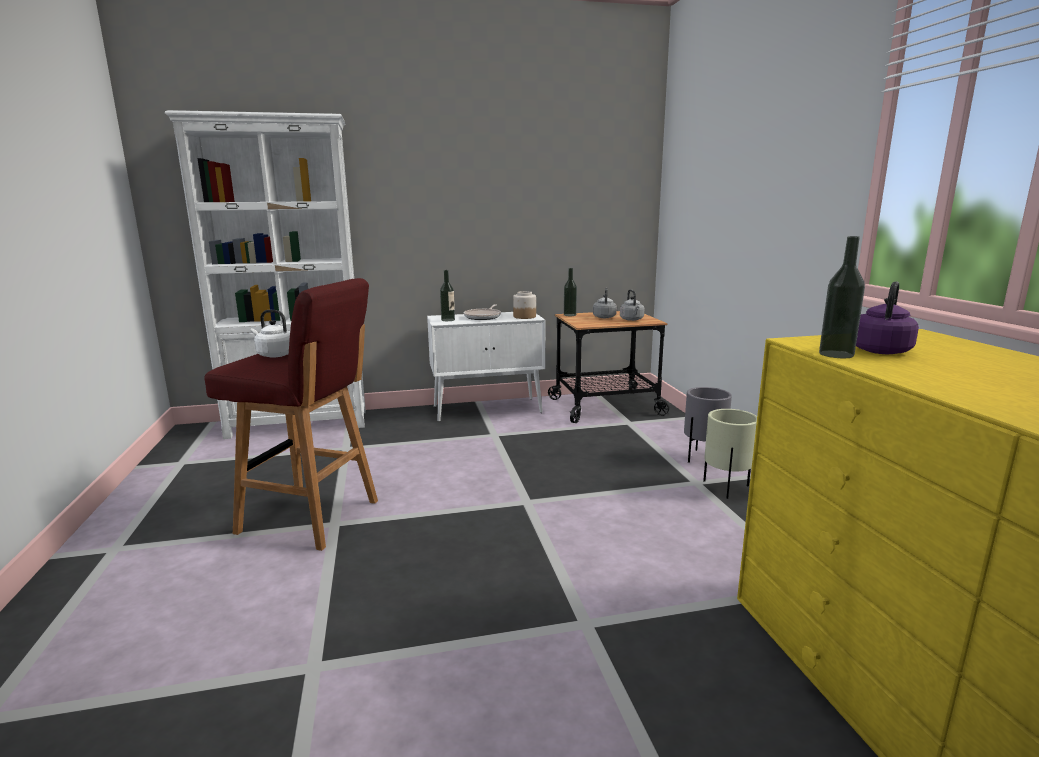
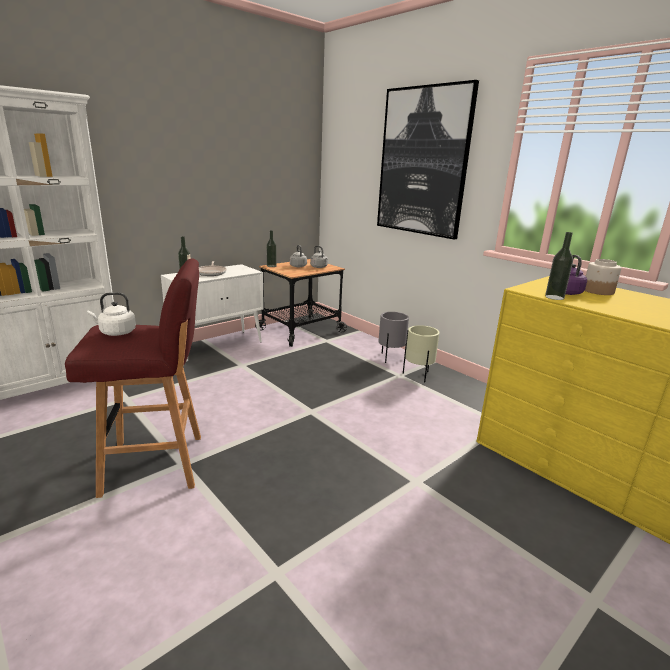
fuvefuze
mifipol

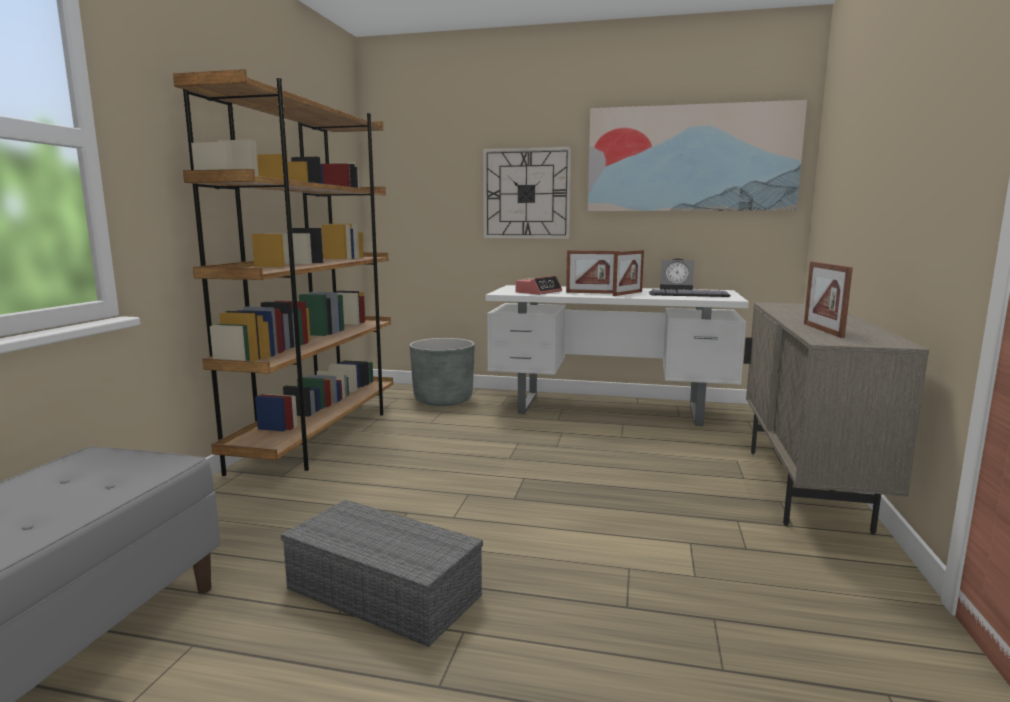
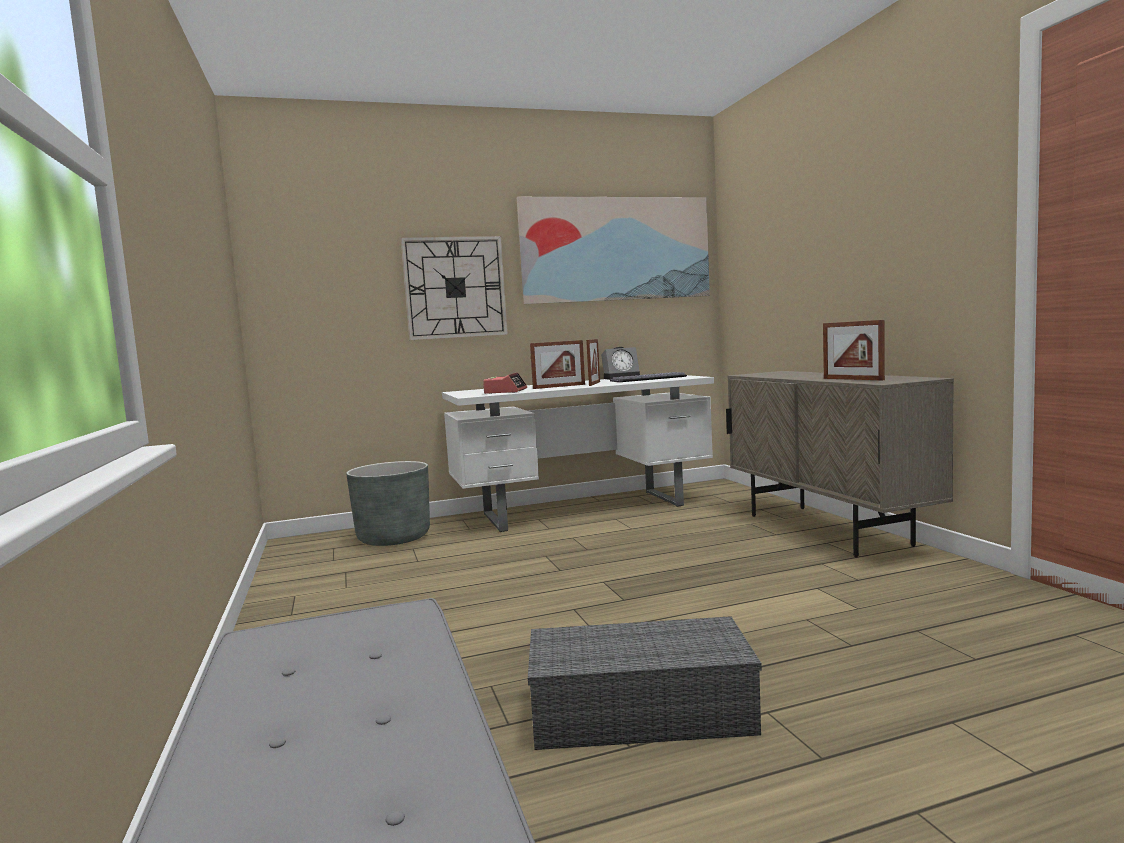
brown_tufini

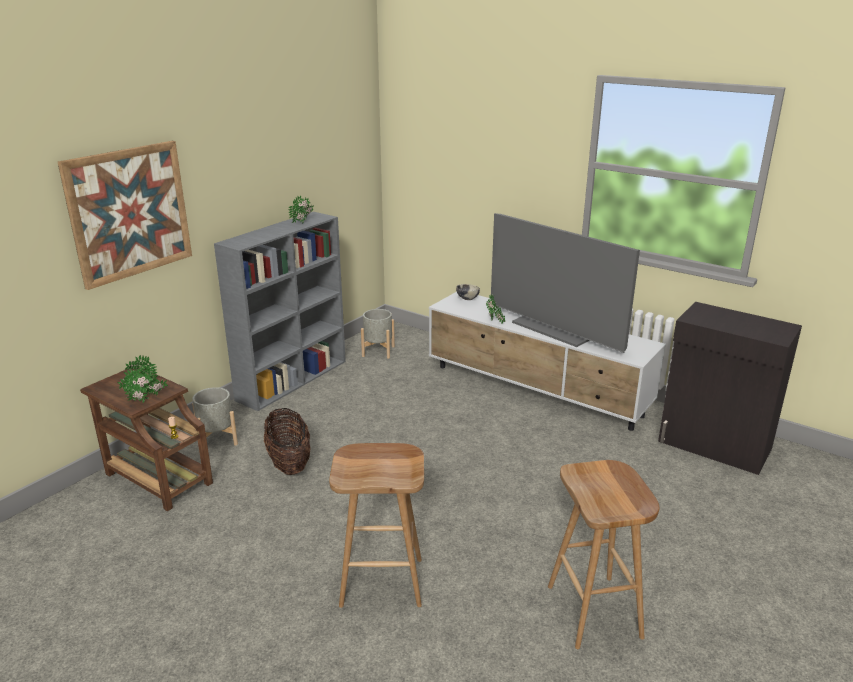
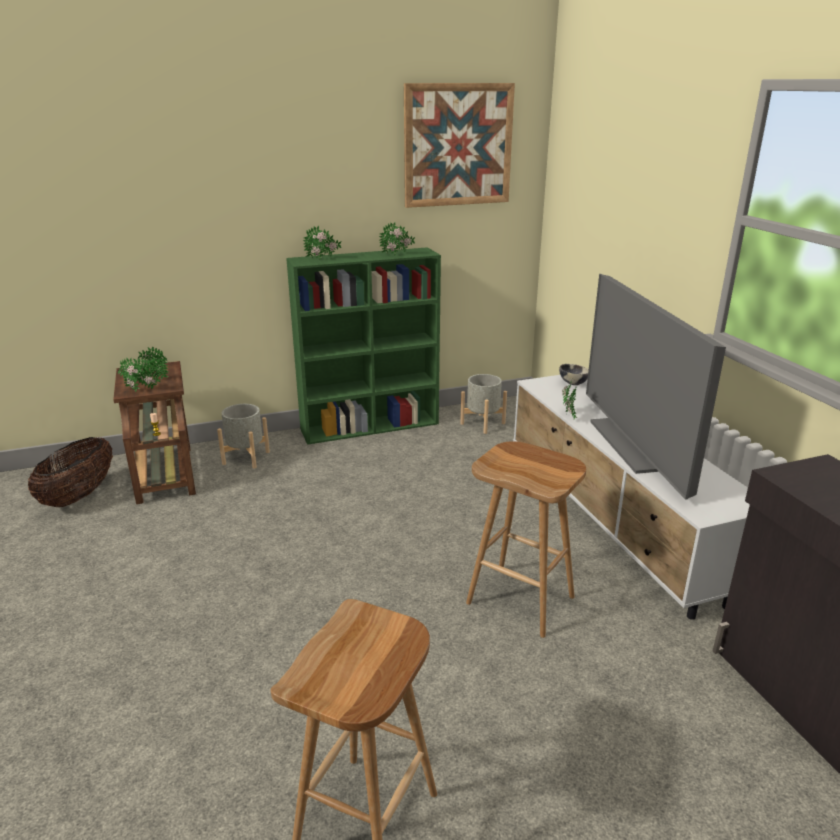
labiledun
green_tufini
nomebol (3rd from left)
fuvefuze
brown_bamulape (2nd from left)

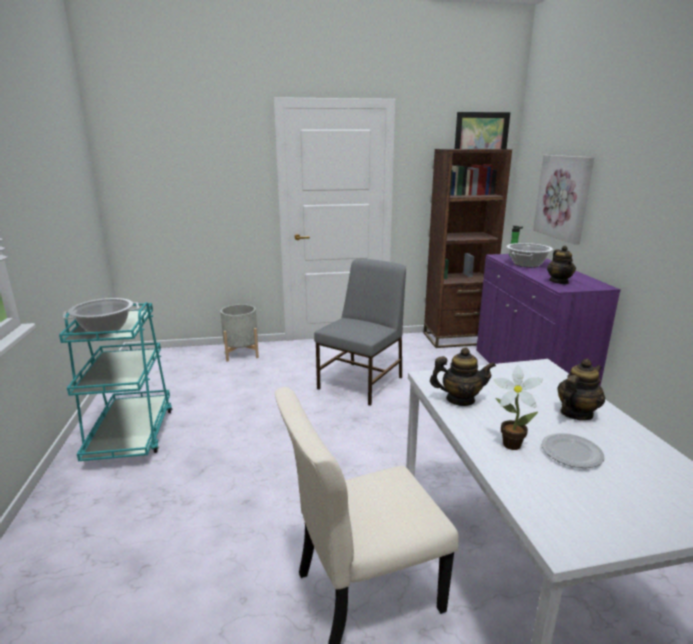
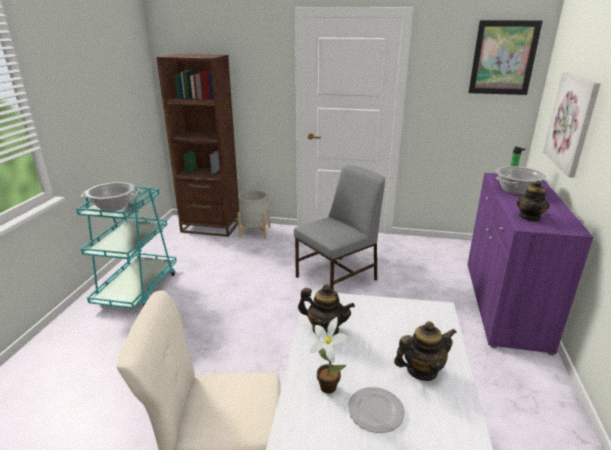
brown_tufini

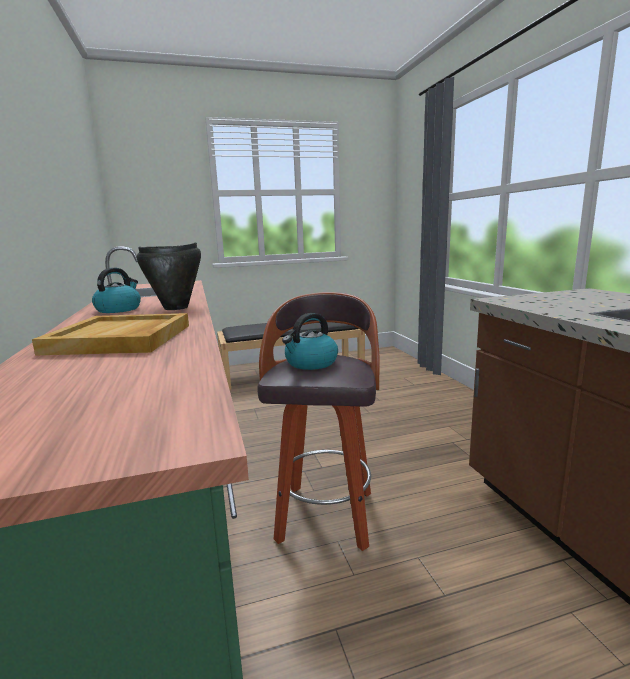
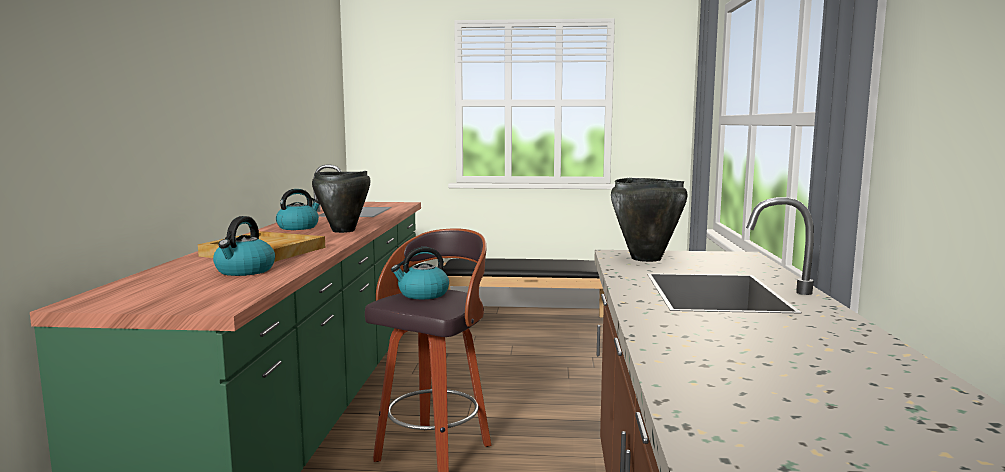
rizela (1st from left)
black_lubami (2nd from left)

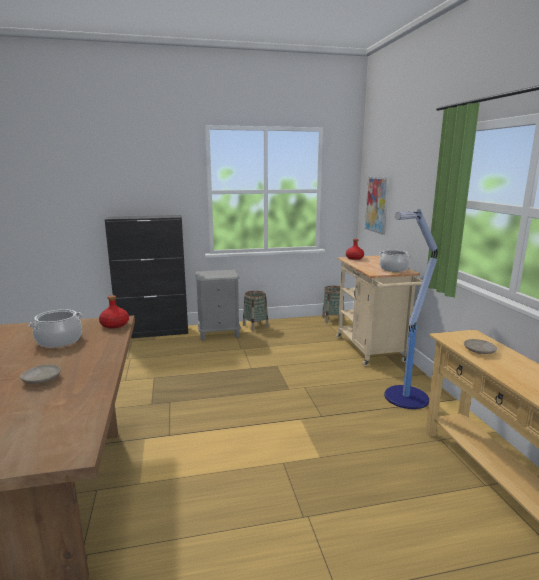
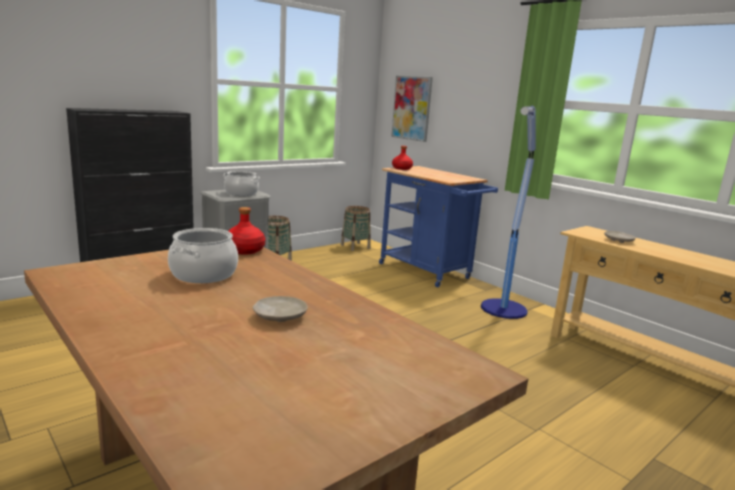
lubami (2nd from left)
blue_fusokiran

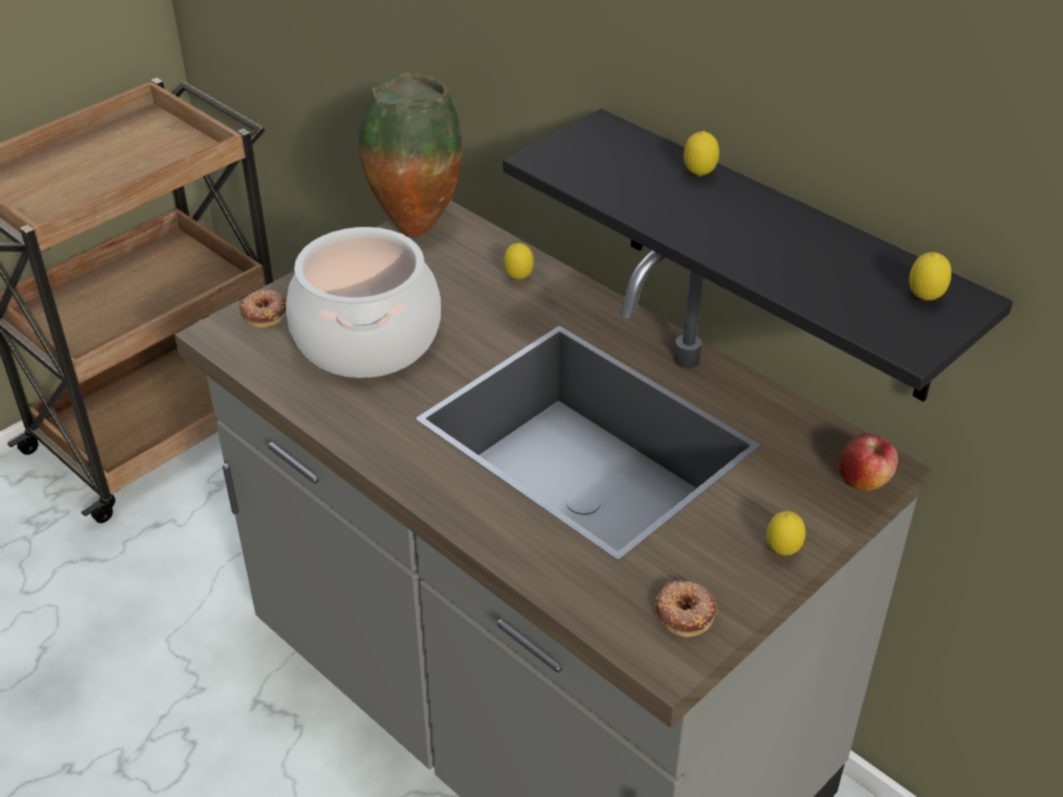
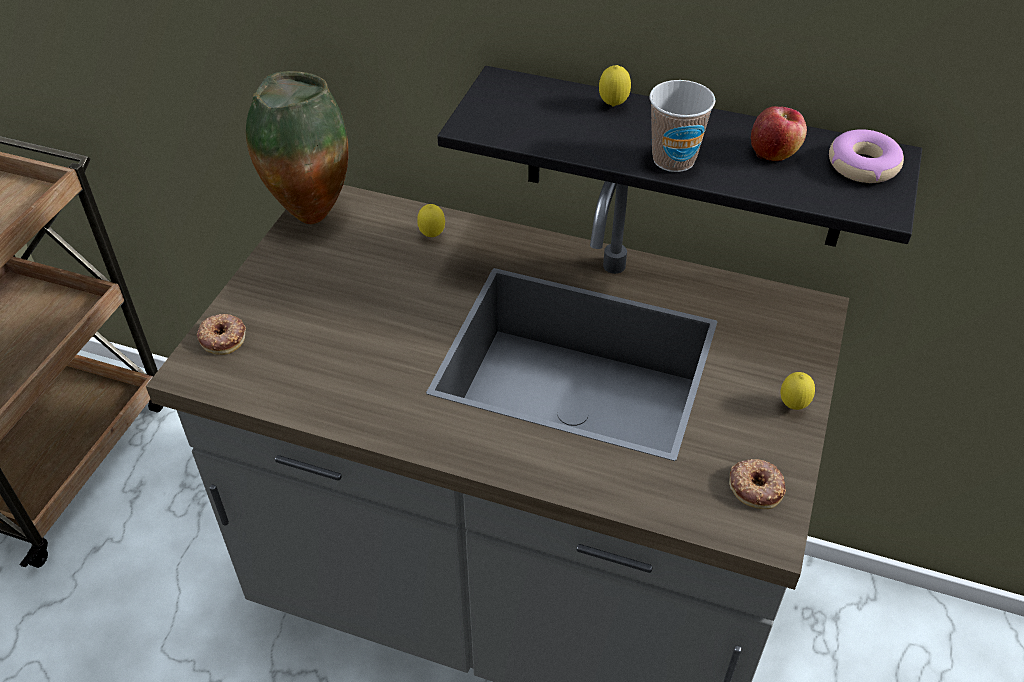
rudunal
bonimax
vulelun (3rd from left)
lubami

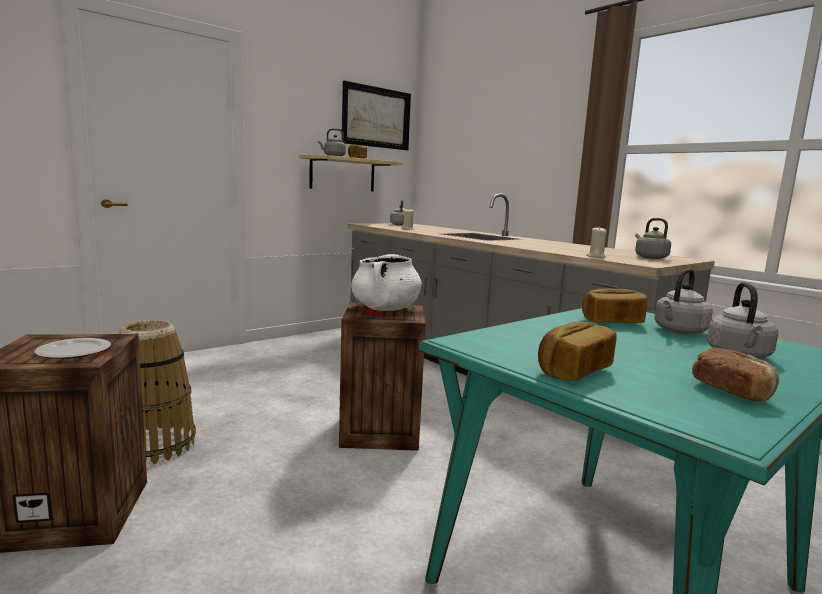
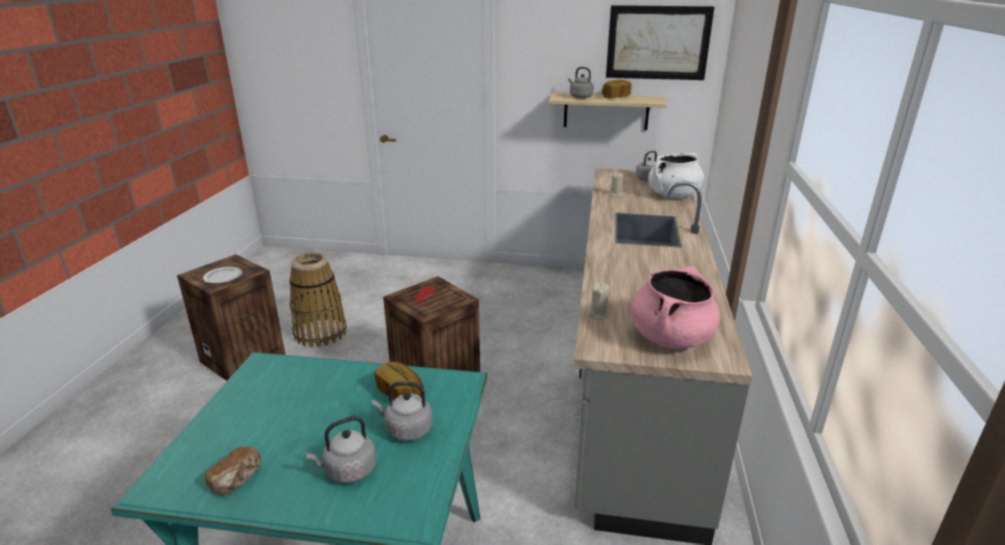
pink_lubami
white_lubami
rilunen (2nd from left in the first image)

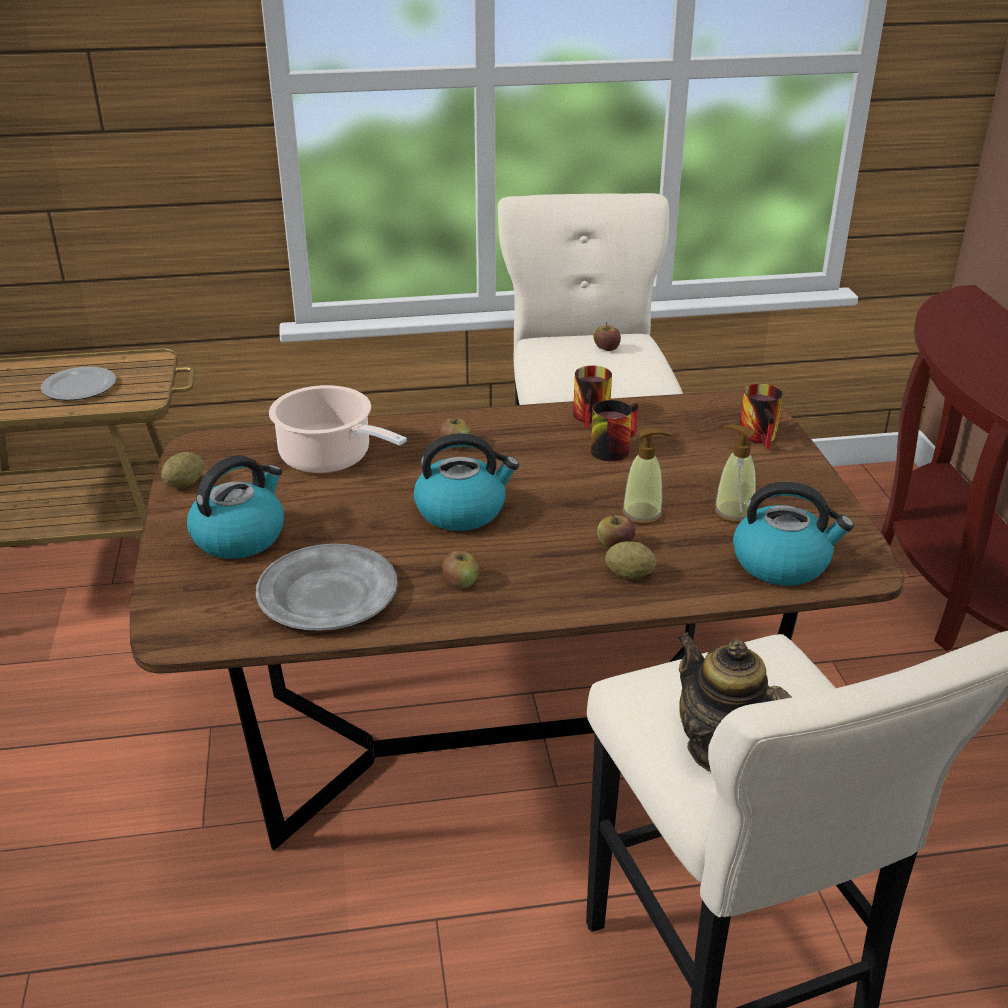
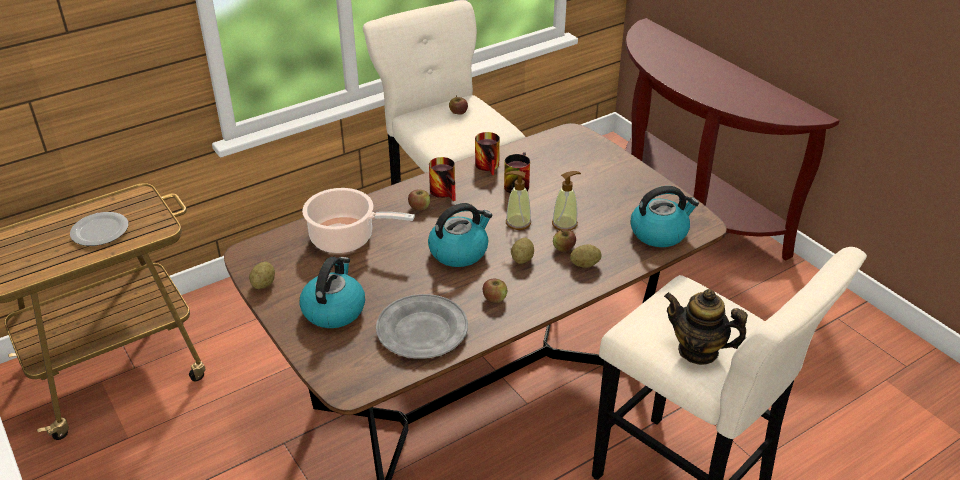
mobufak (1st from left)
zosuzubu (1st from left)
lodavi (2nd from left)

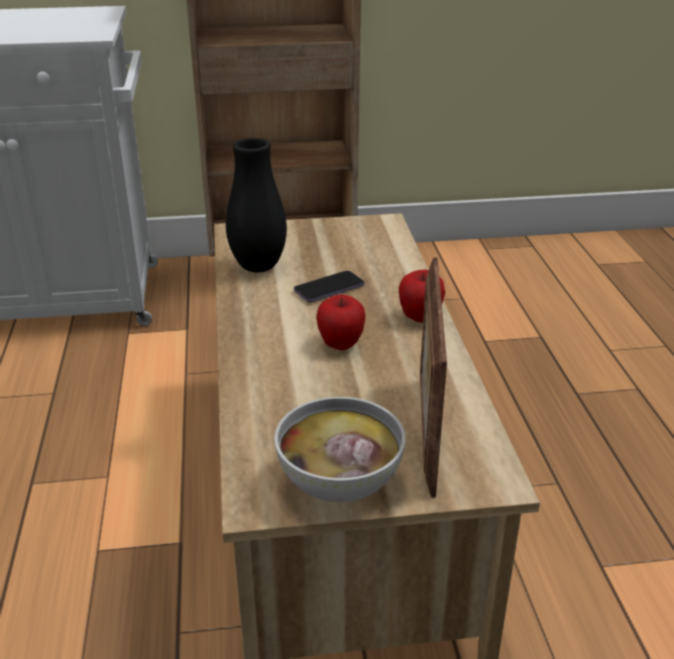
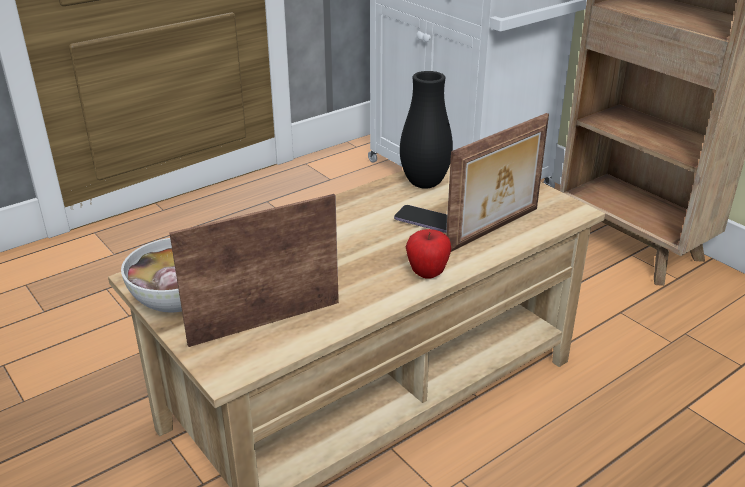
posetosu (2nd from left)
bonimax (1st from left in the first image)

